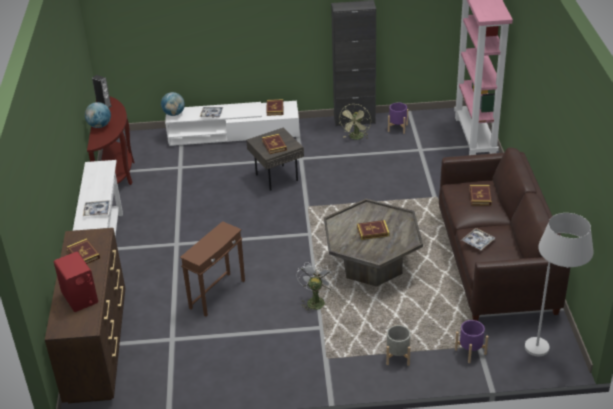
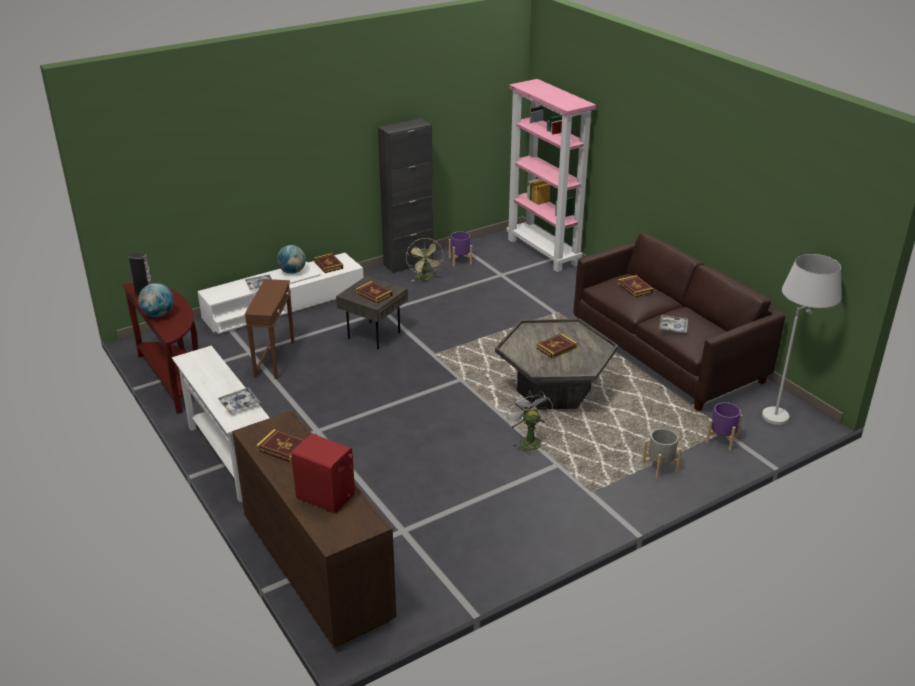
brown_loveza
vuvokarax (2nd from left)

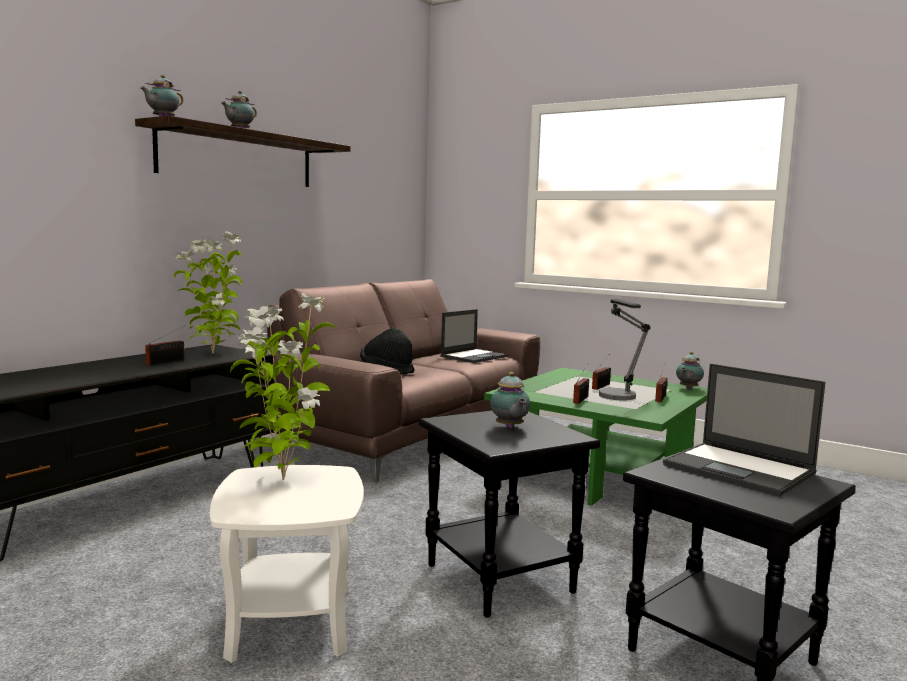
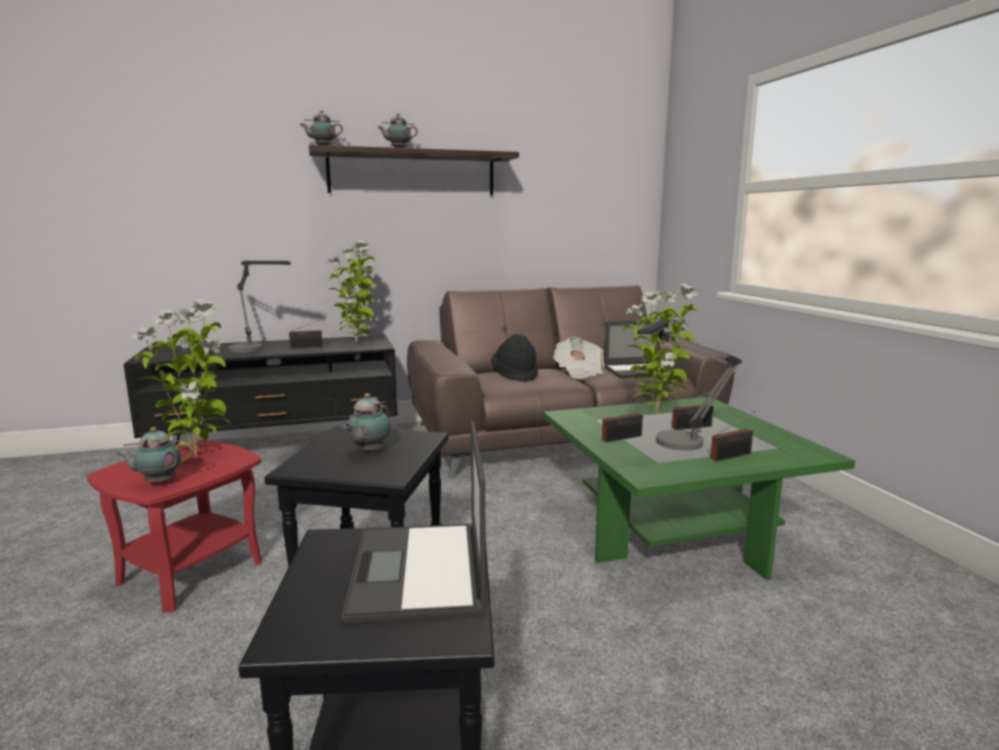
red_loveza
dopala (1st from left)
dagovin (1st from left)
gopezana
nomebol (3rd from left)

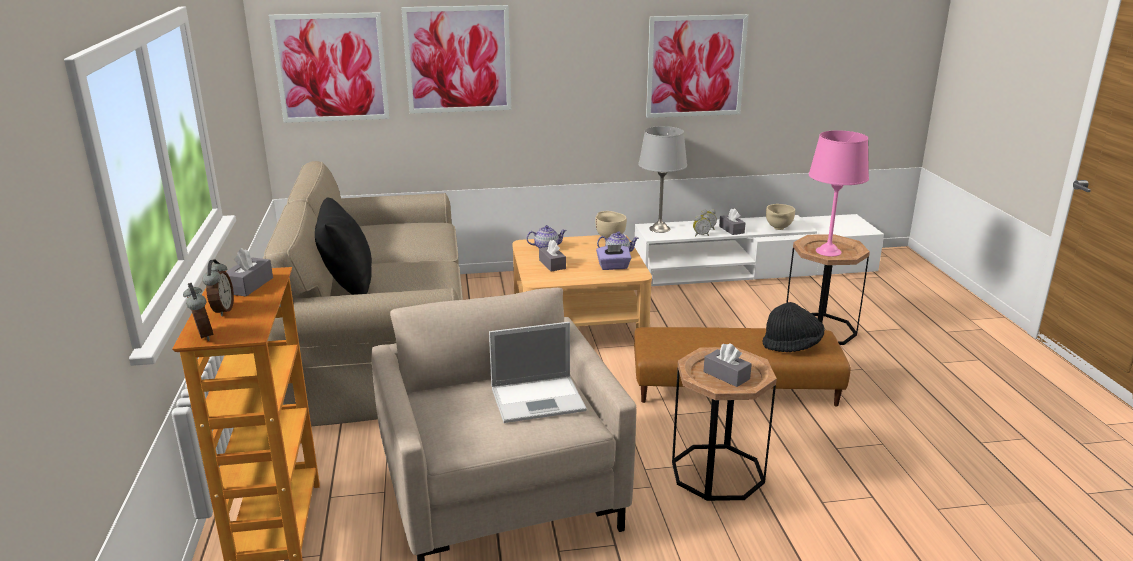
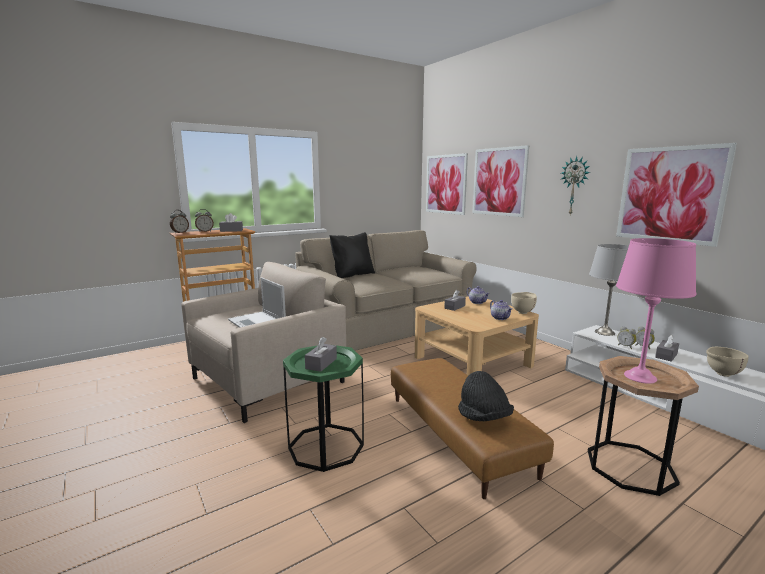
green_loveza
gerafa
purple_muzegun

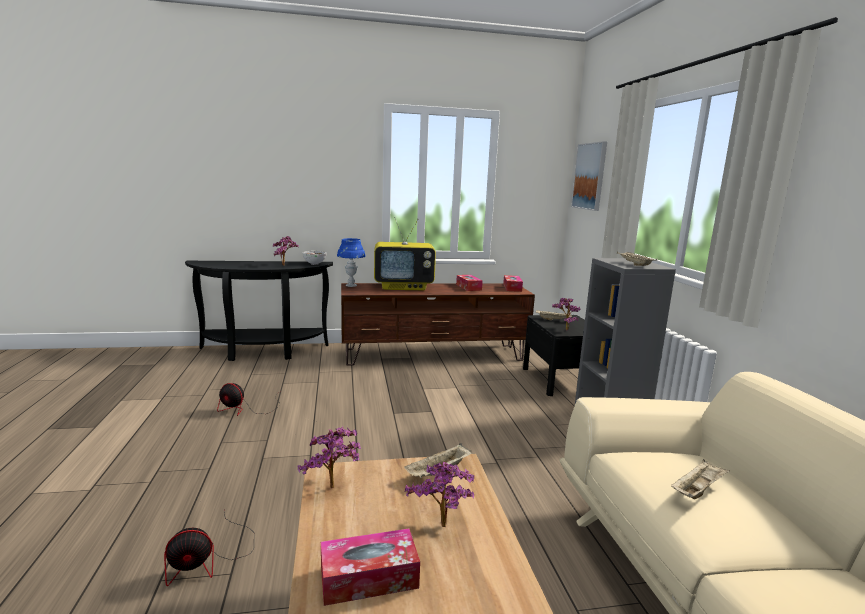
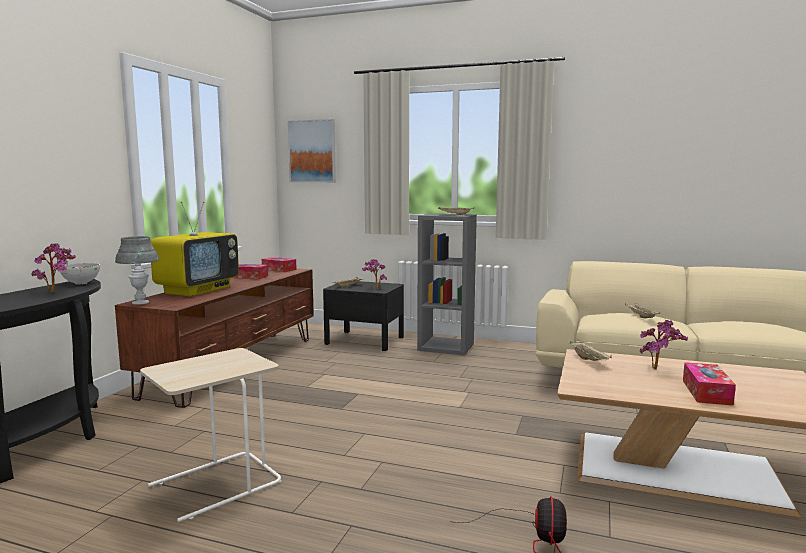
grey_dagovin
beige_loveza
nomebol (2nd from left in the first image)

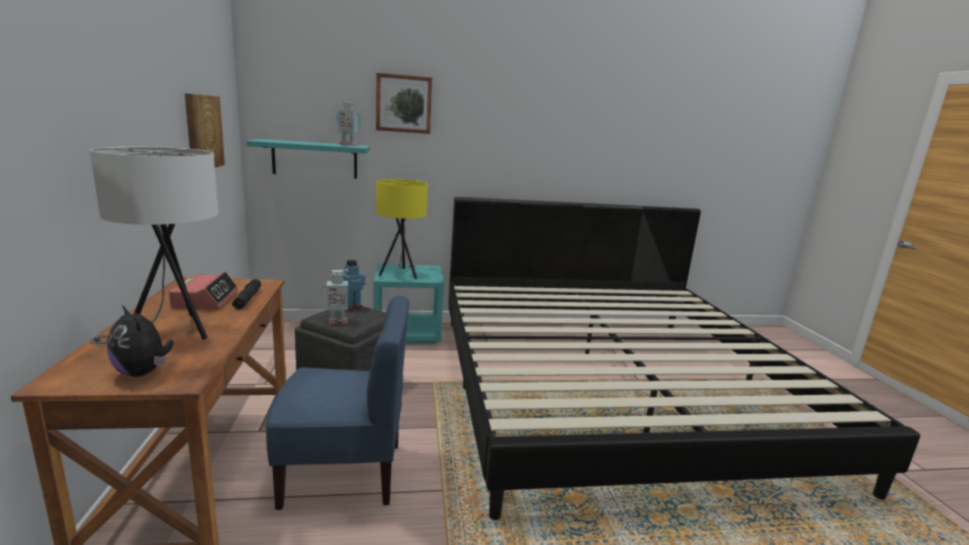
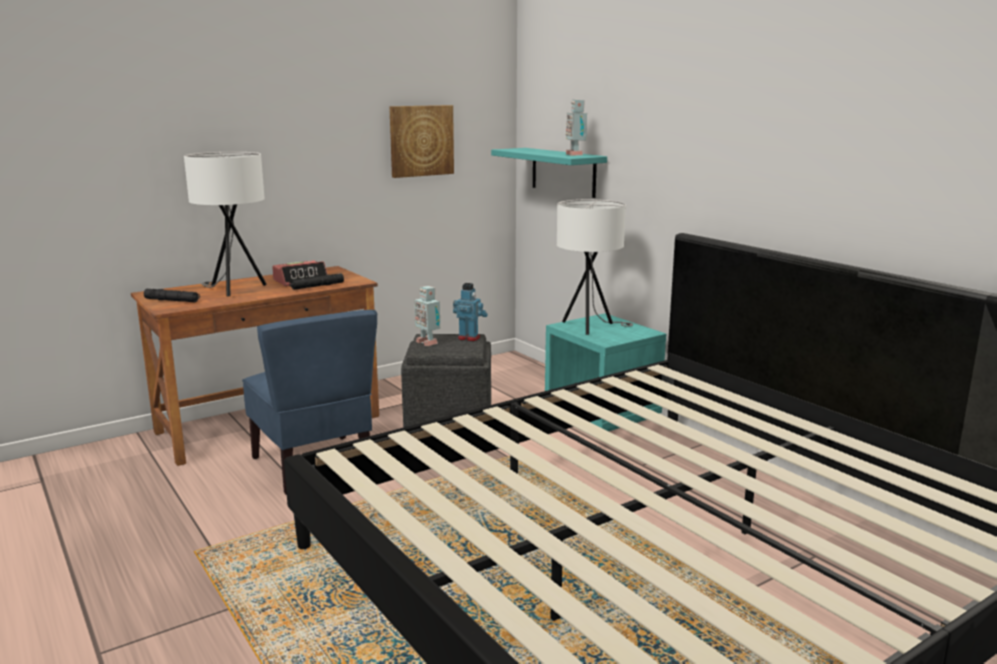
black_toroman (1st from left)
white_dagovin (2nd from left)
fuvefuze (2nd from left in the first image)

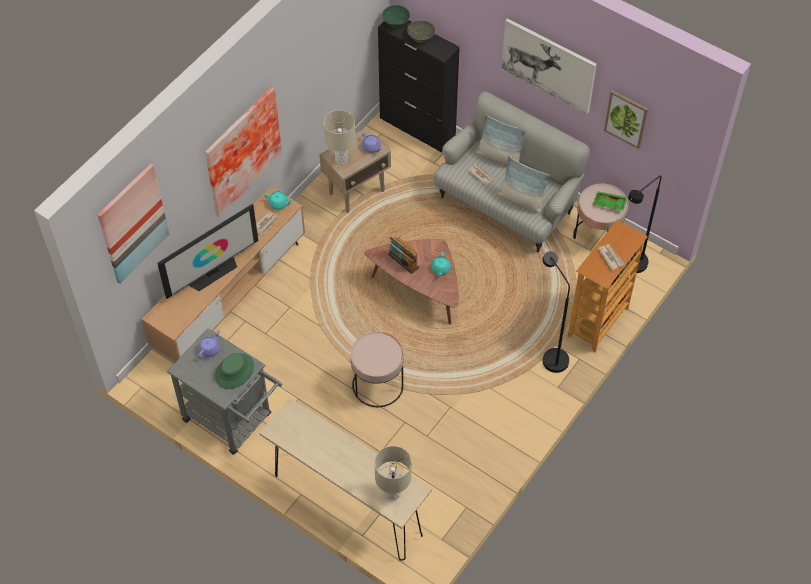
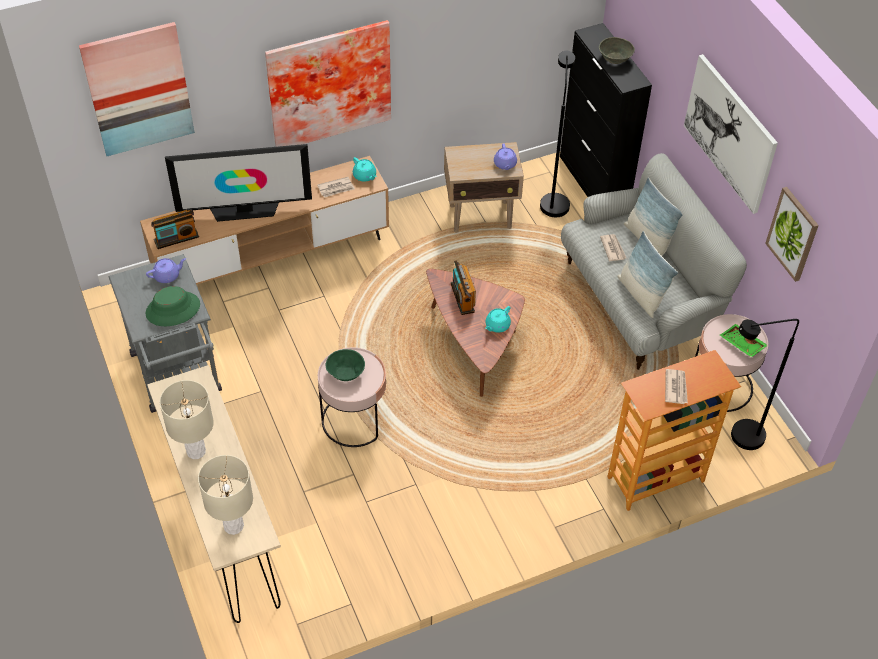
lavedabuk (1st from left)
beige_dagovin (1st from left)
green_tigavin
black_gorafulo (1st from left)

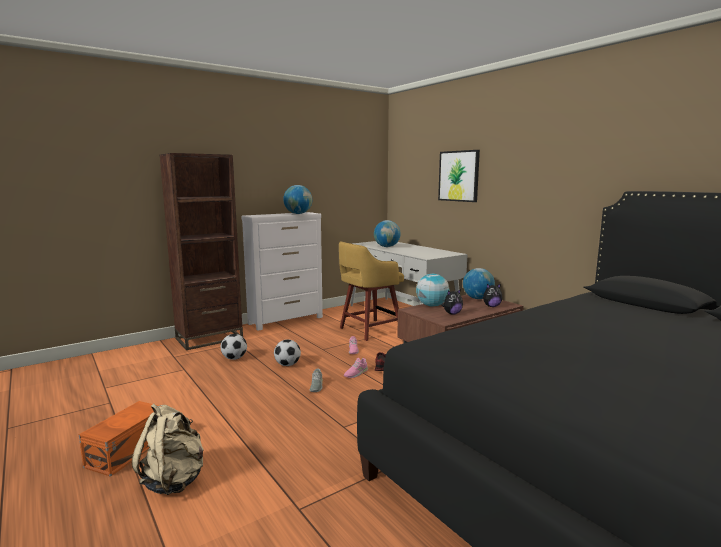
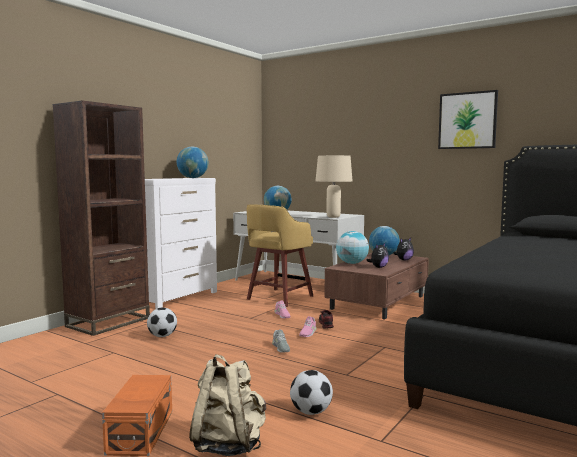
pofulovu (2nd from left)
beige_dagovin
fuvefuze

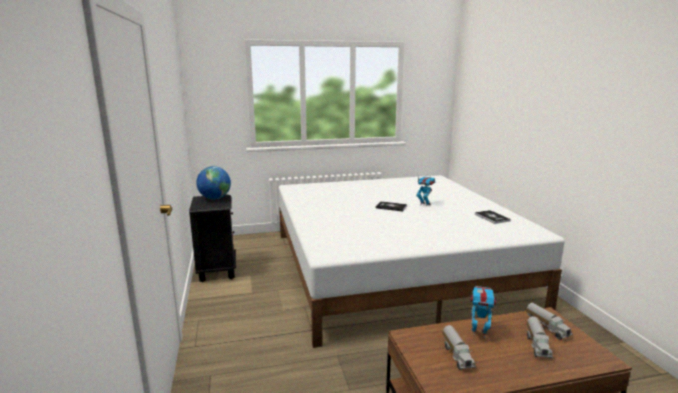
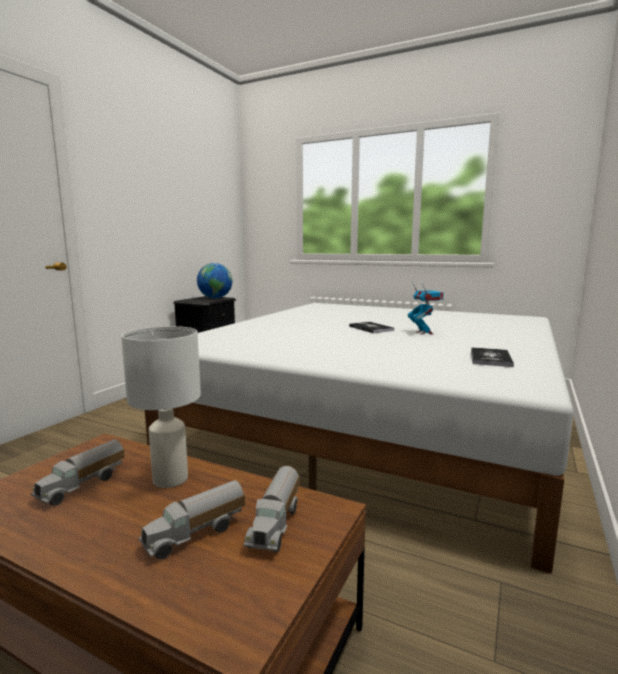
white_dagovin

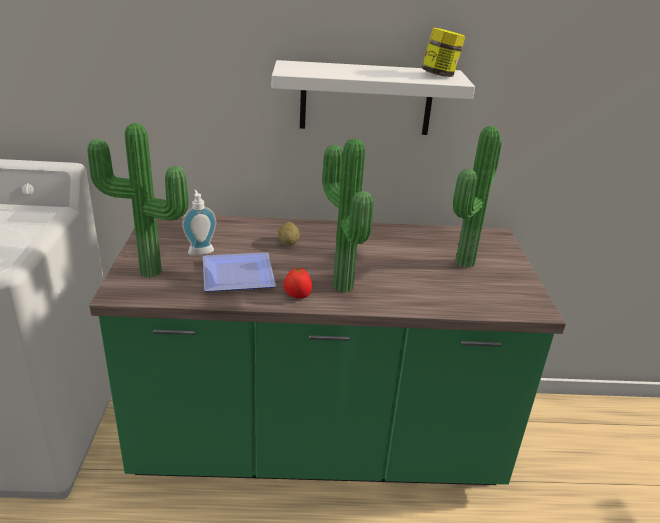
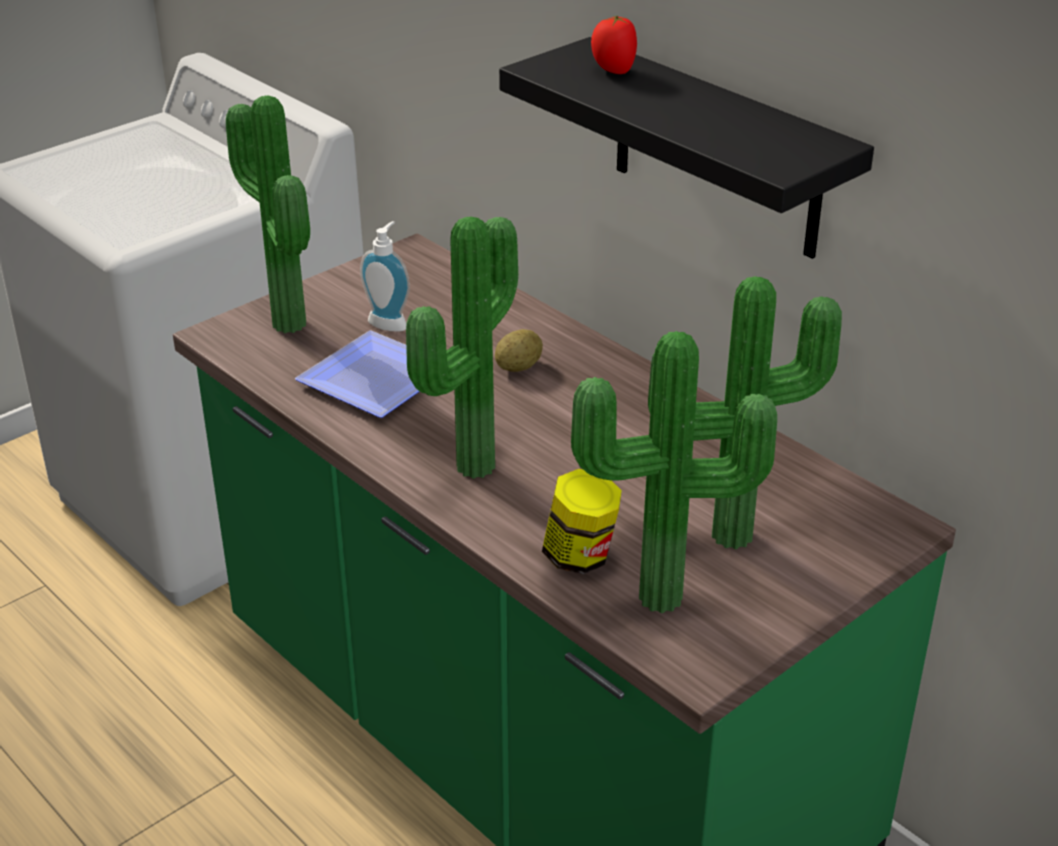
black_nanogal
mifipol
nomebol (3rd from left)
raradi

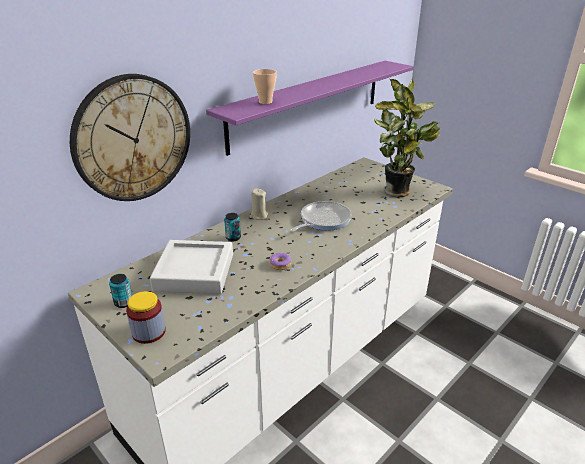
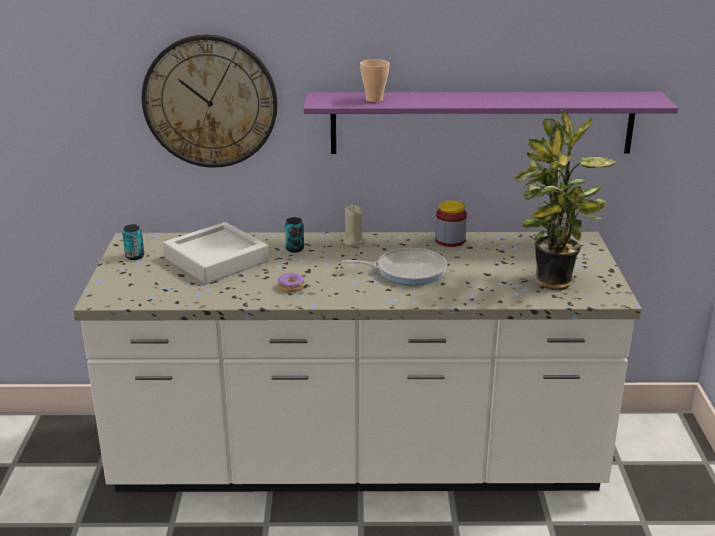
mifipol

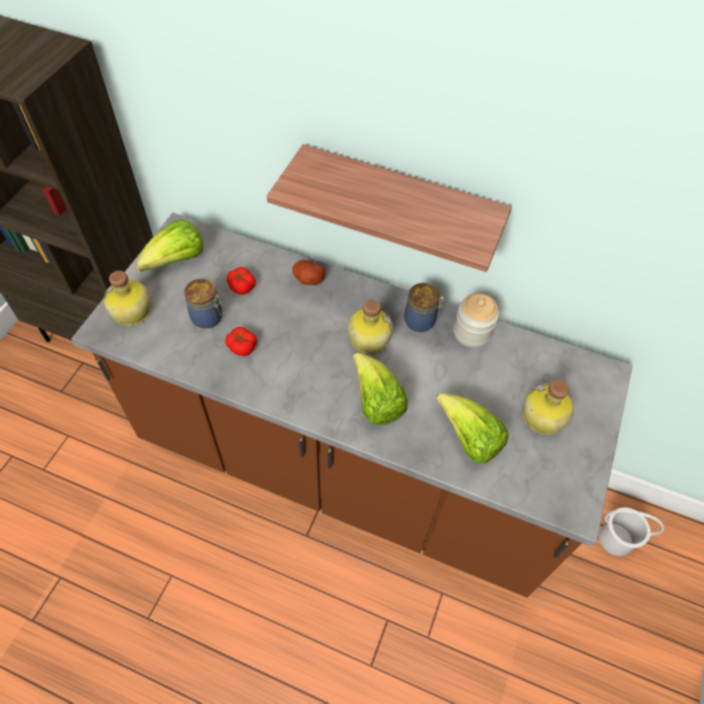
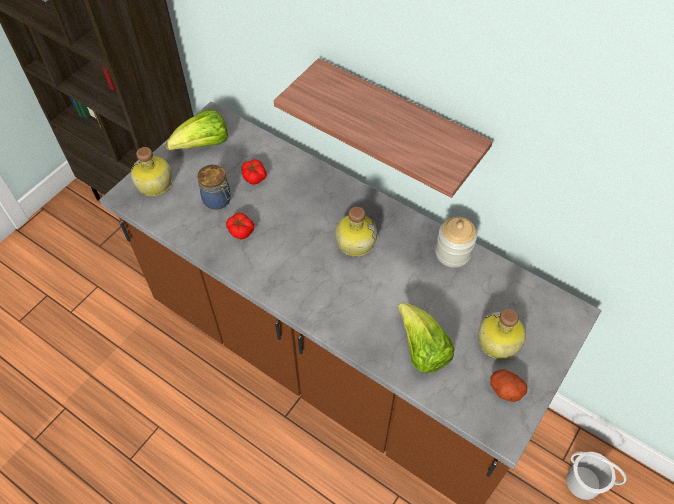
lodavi
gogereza (2nd from left in the first image)
mifipol (2nd from left in the first image)

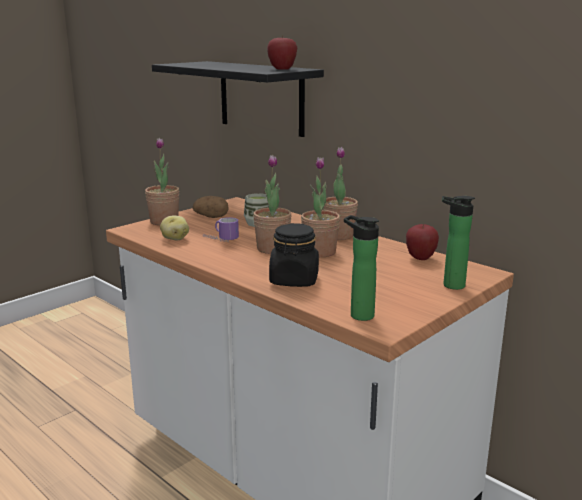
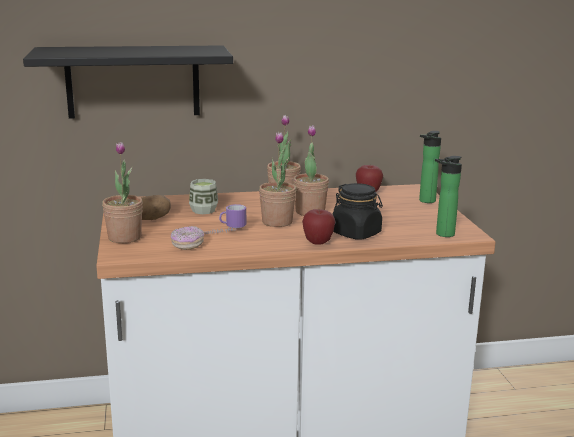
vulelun
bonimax (1st from left)

